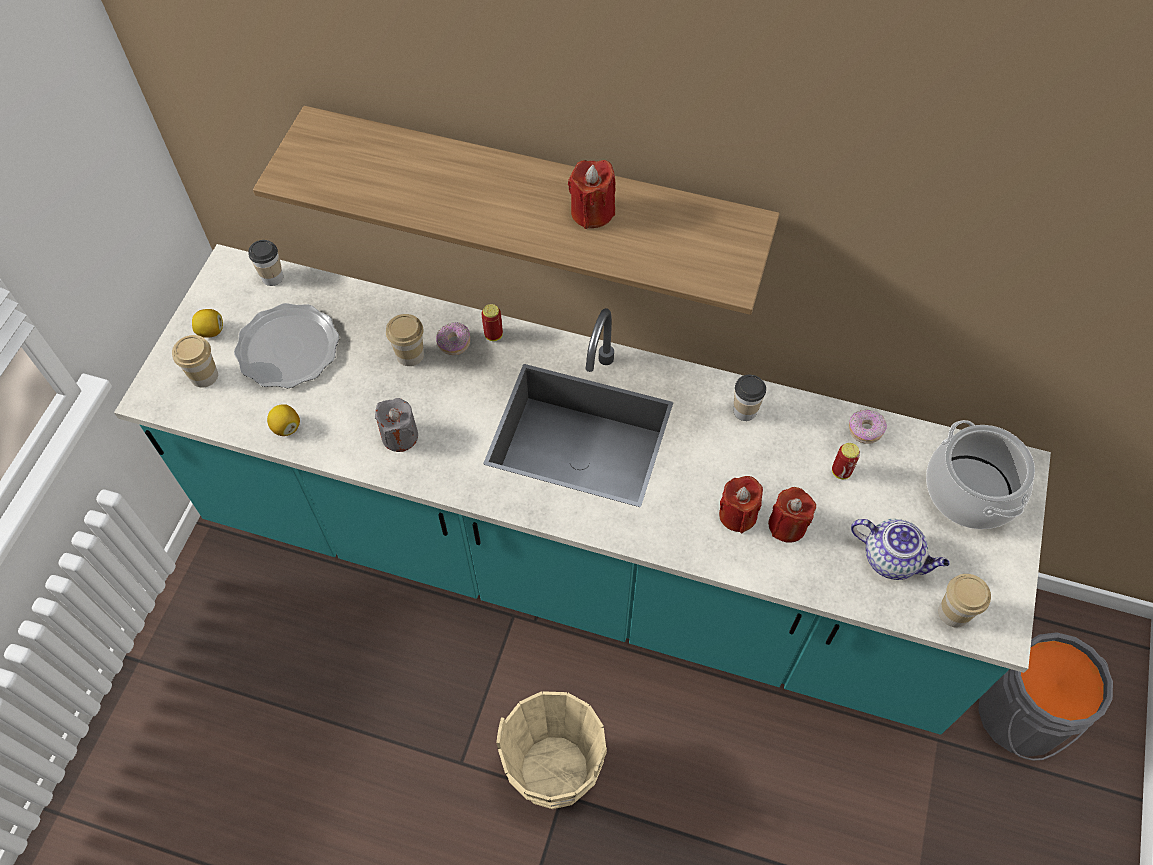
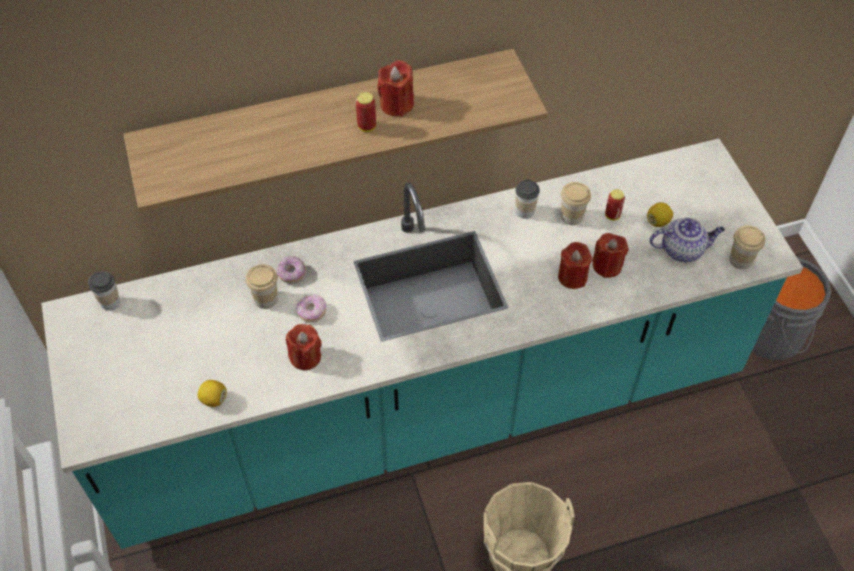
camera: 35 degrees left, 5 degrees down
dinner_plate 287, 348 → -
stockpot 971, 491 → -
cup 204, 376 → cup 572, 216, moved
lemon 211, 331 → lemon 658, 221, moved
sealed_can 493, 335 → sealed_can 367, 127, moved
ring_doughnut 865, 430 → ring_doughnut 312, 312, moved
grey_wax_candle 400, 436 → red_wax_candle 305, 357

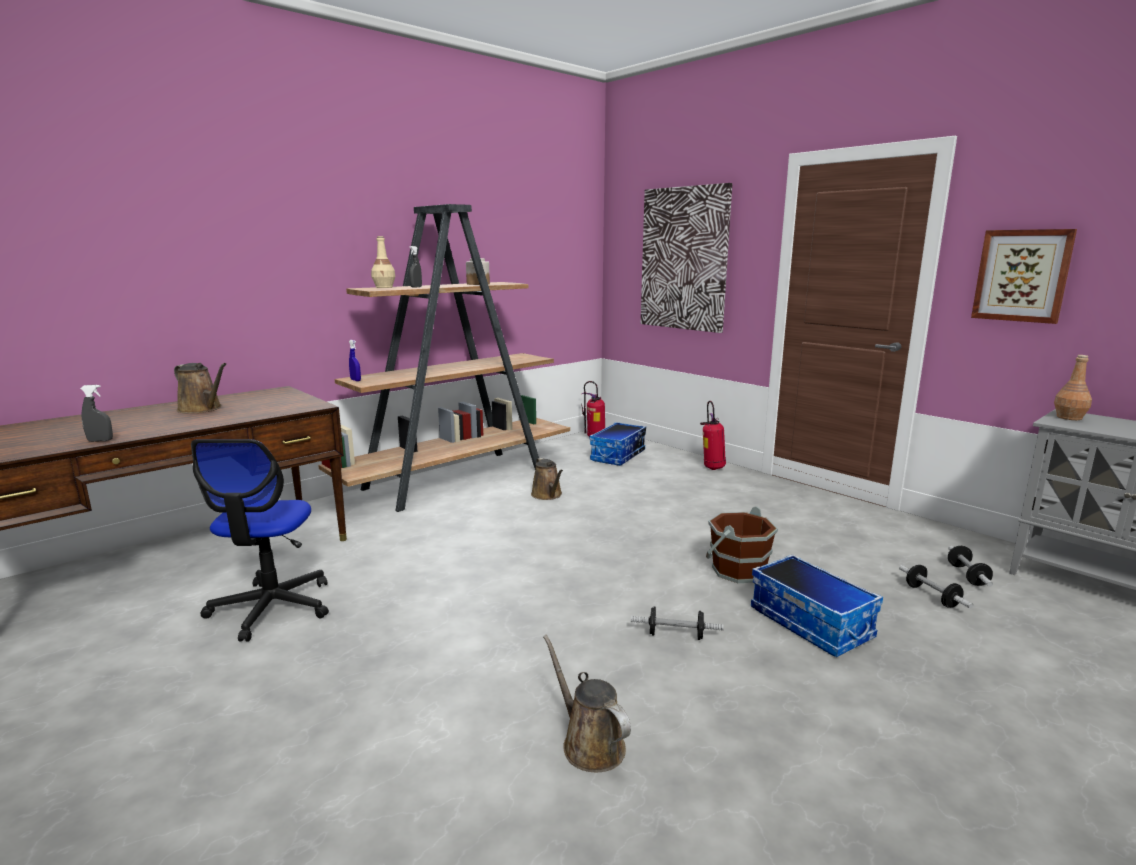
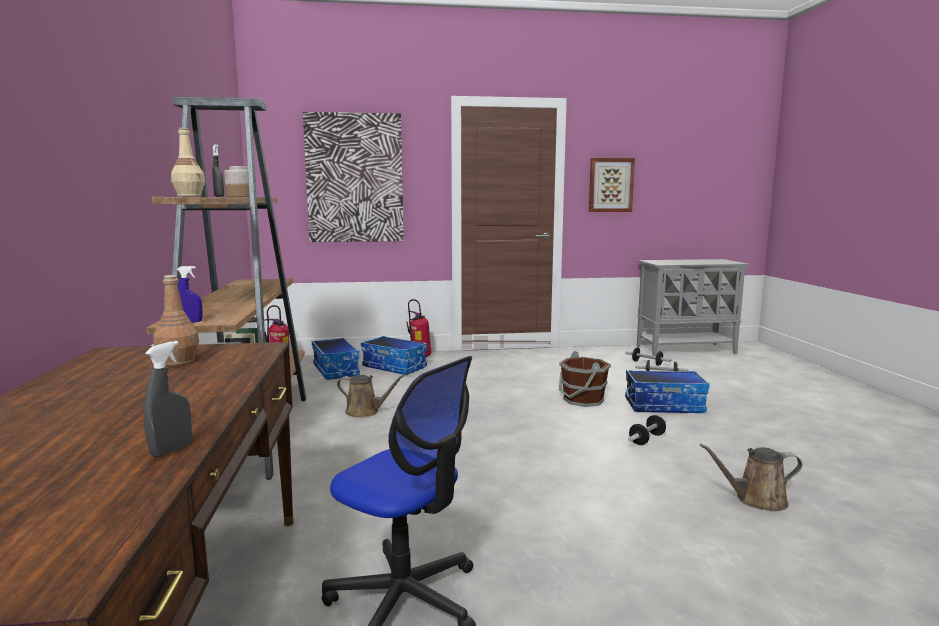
camera: 55 degrees left, 5 degrees down
brown_sprinkling_can 202, 409 → -
- → storage_container 395, 367
brown_beverage_bottle 1069, 417 → brown_beverage_bottle 178, 362, moved

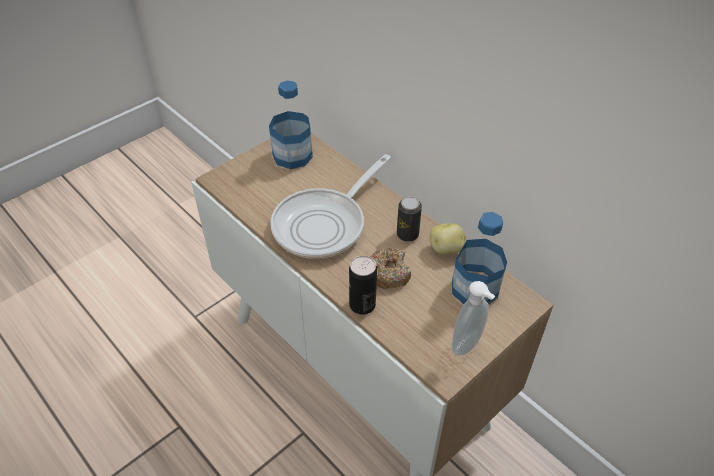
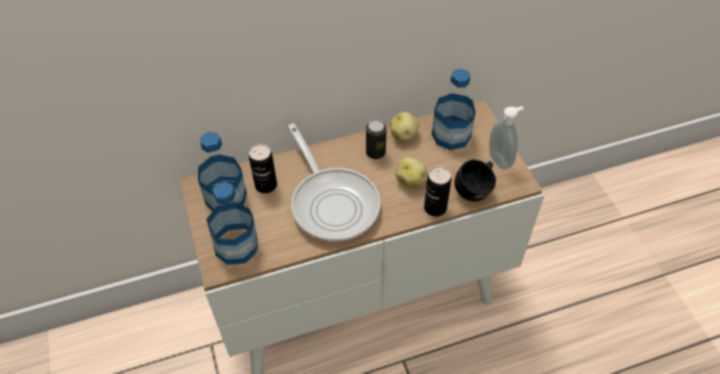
camera: 65 degrees left, 5 degrees up
- → beverage_bottle 236, 246
- → sealed_can 266, 185
- → blackish_tea_mug 476, 190
ring_doughnut 388, 273 → spud 411, 180

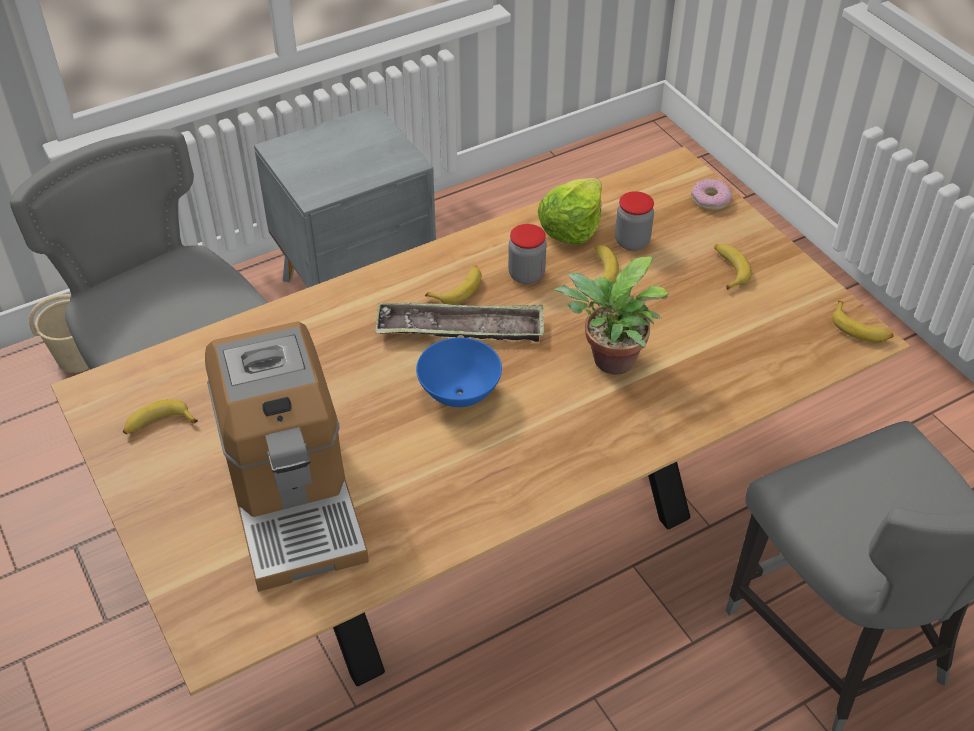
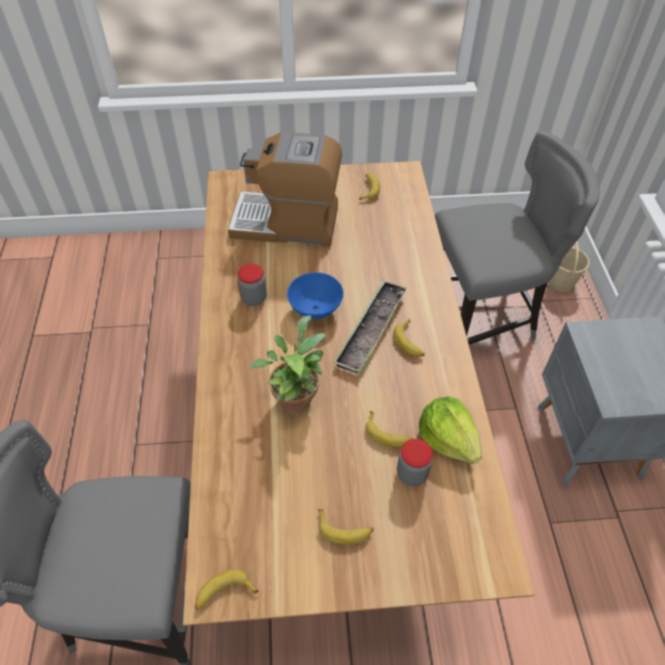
camera: 115 degrees right, 5 degrees up
ring_doughnut 710, 200 → -
storage_jar 526, 275 → storage_jar 254, 298, moved

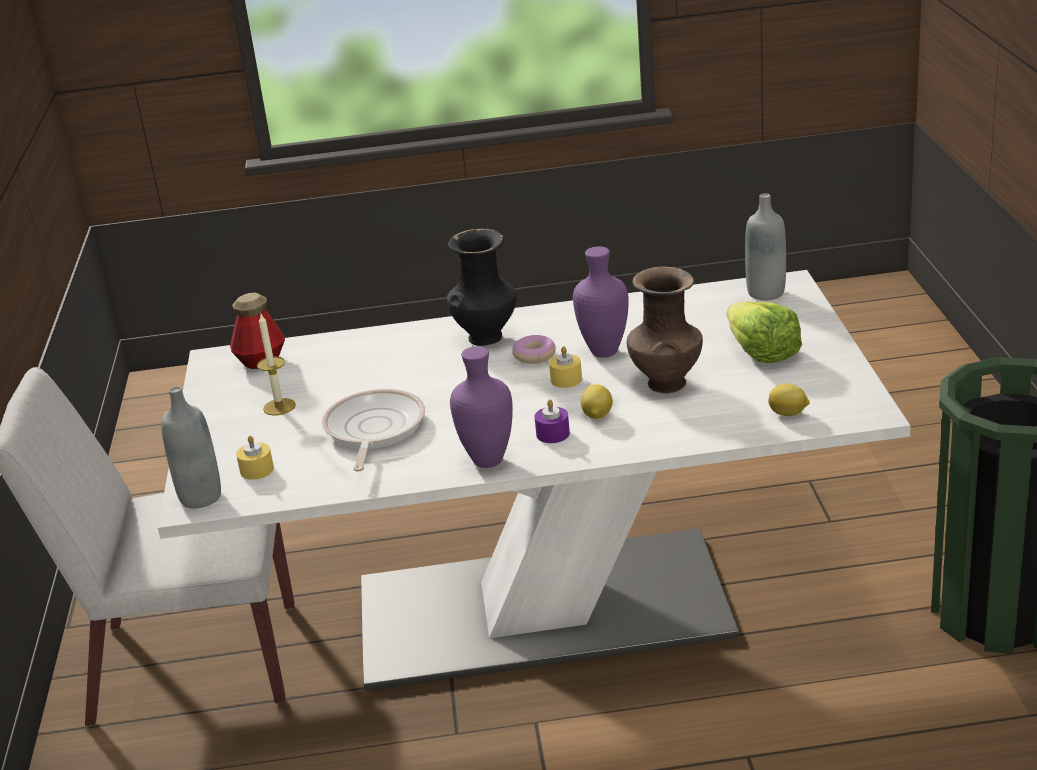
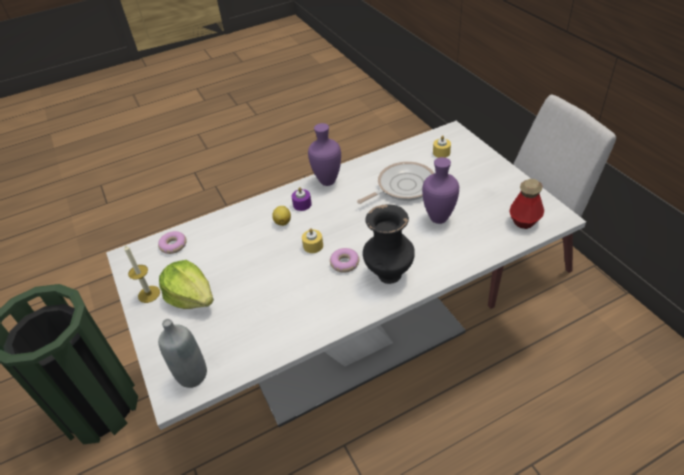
camera: 160 degrees right, 15 degrees up
grey_beverage_bottle 200, 497 → -
brown_decorative_vase 666, 383 → -
wax_candle 279, 407 → wax_candle 149, 294, moved
purplish_decorative_vase 604, 351 → purplish_decorative_vase 439, 219, moved
lemon 788, 414 → ring_doughnut 173, 245
frying_pan 373, 430 → frying_pan 403, 186, 105 degrees counterclockwise

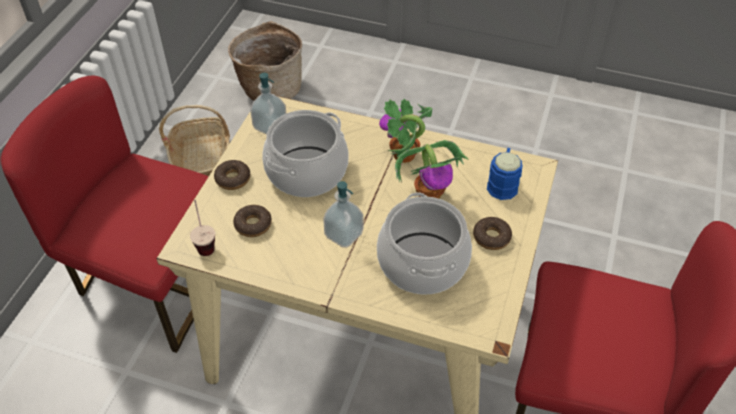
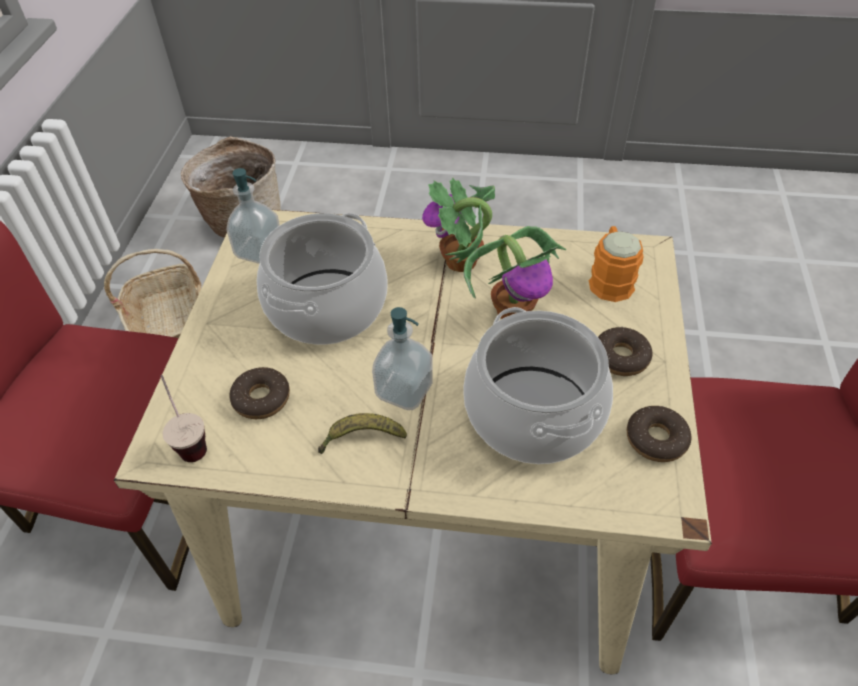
camera: 10 degrees left, 0 degrees up
- → whole_banana 361, 439
ring_doughnut 233, 179 → ring_doughnut 656, 439, moved
blue_tea_mug 503, 183 → orangey_tea_mug 610, 278

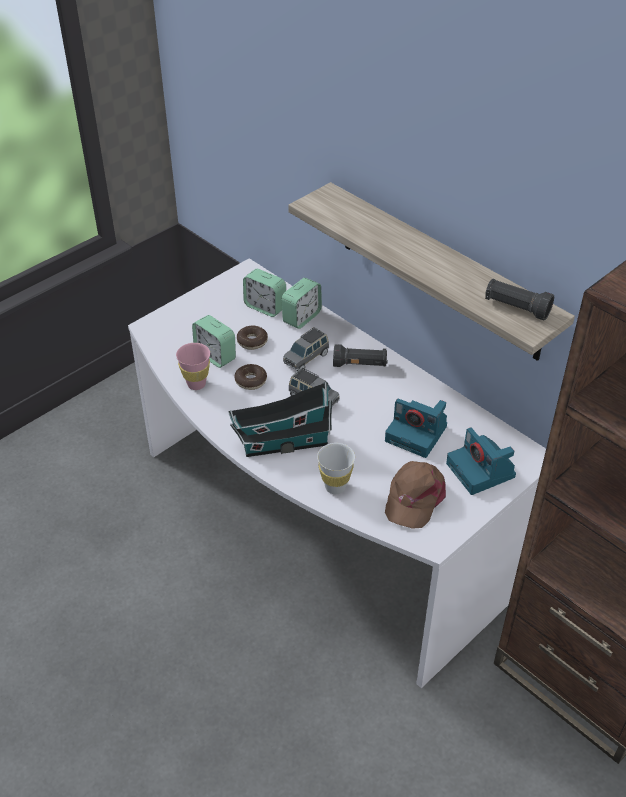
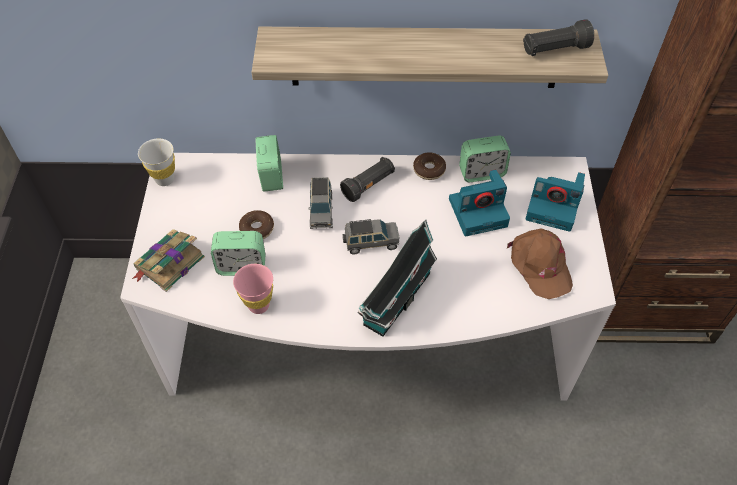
camera: 45 degrees left, 10 degrees up
- → book 168, 264
ring_doughnut 250, 381 → ring_doughnut 429, 170, moved
bedside_clock 265, 307 → bedside_clock 481, 172, moved
white_cup 335, 487 → white_cup 165, 179, moved

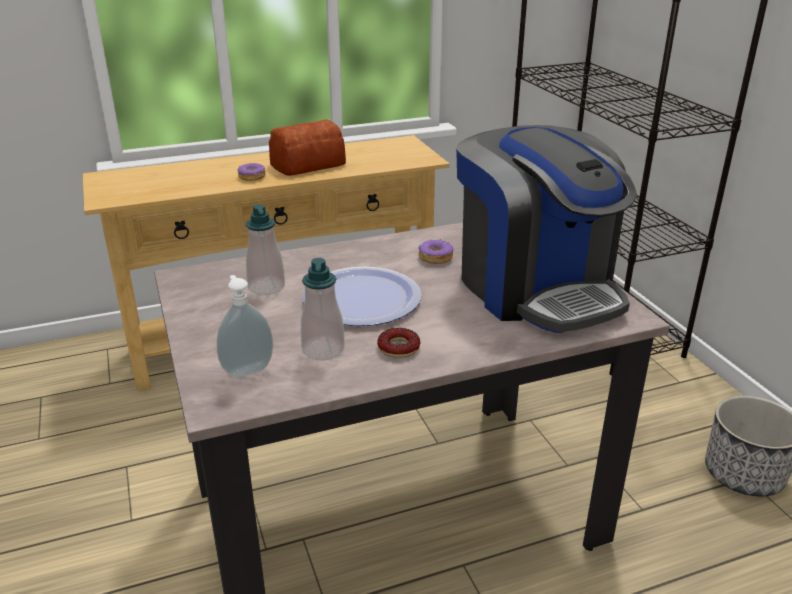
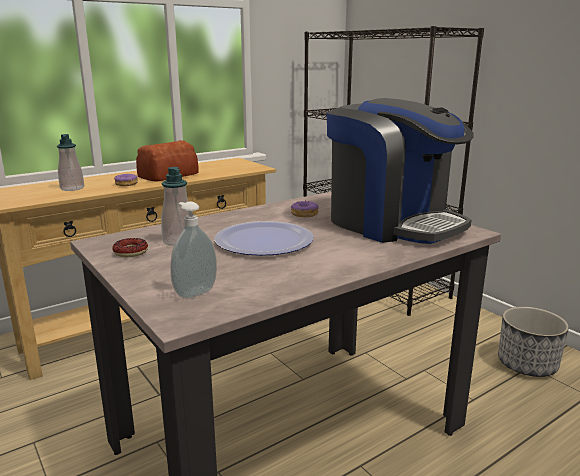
camera: 15 degrees left, 10 degrees down
soap_dispenser 323, 350 → soap_dispenser 72, 188, moved
ring_doughnut 398, 348 → ring_doughnut 131, 252, moved

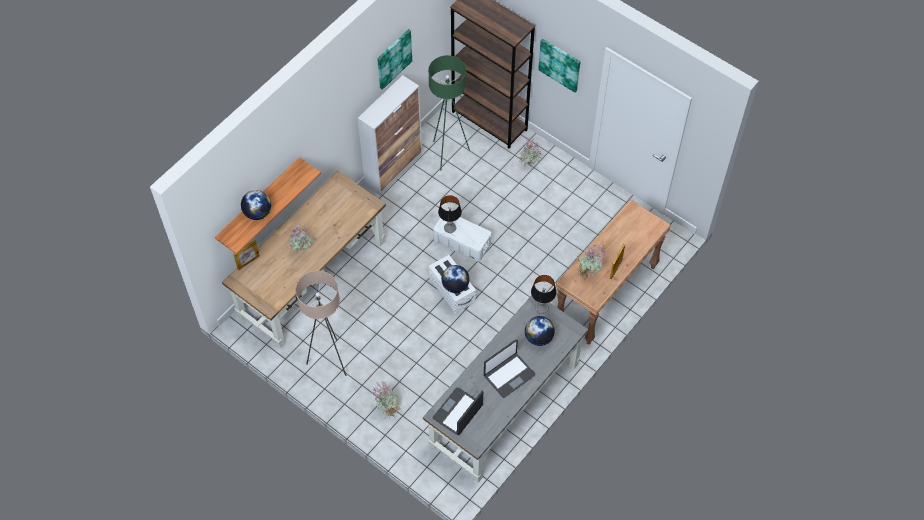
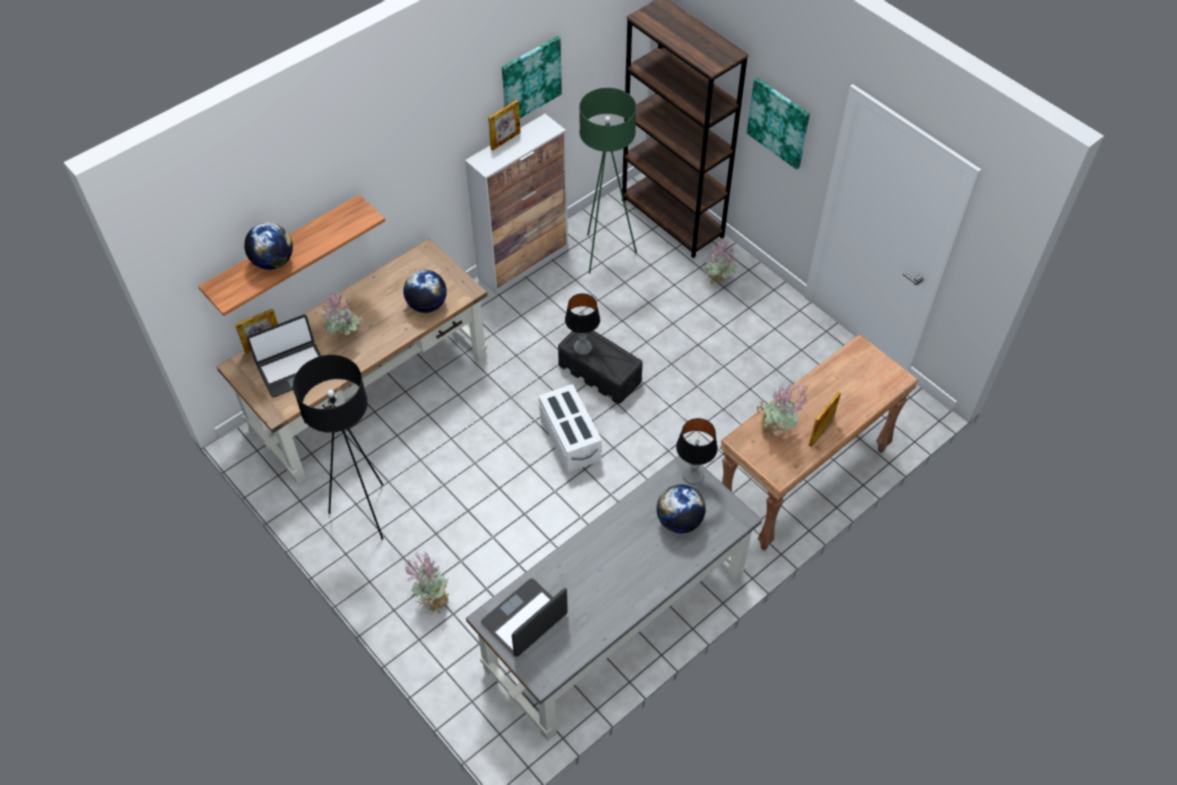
camera: 10 degrees right, 5 degrees down
- → photo_frame 505, 140
desk_globe 455, 285 → desk_globe 427, 305, moved
laptop 509, 375 → laptop 293, 369, moved
beige-coloured_floor_lamp 329, 360 → blackish_floor_lamp 364, 512
white_storage_container 462, 242 → blackish_storage_container 600, 373

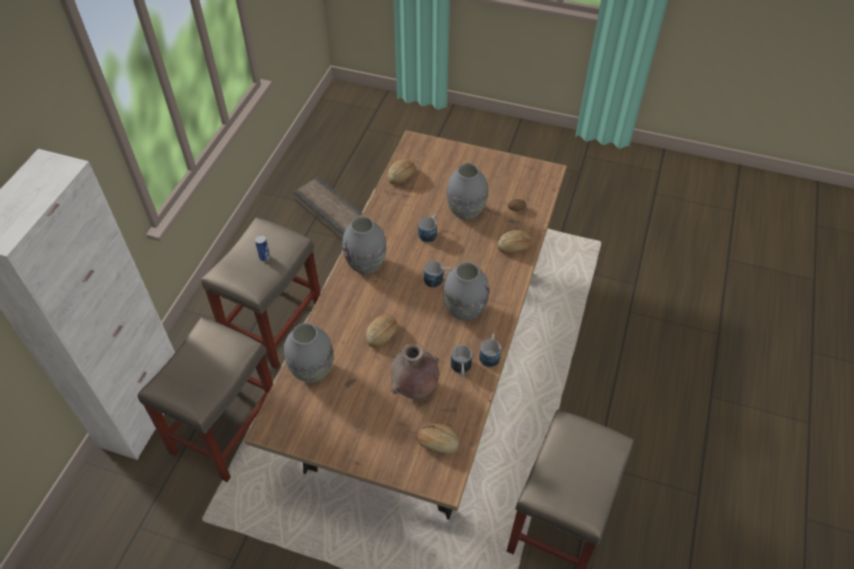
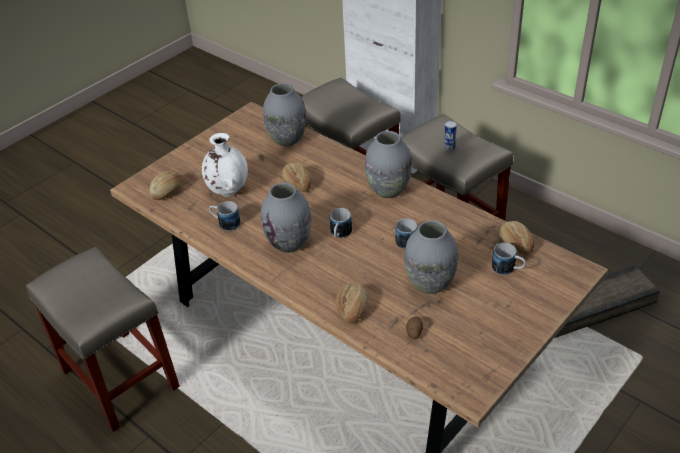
camera: 115 degrees right, 10 degrees down
tea_mug 490, 355 → tea_mug 508, 269, moved
brown_decorative_vase 415, 388 → white_decorative_vase 228, 191

